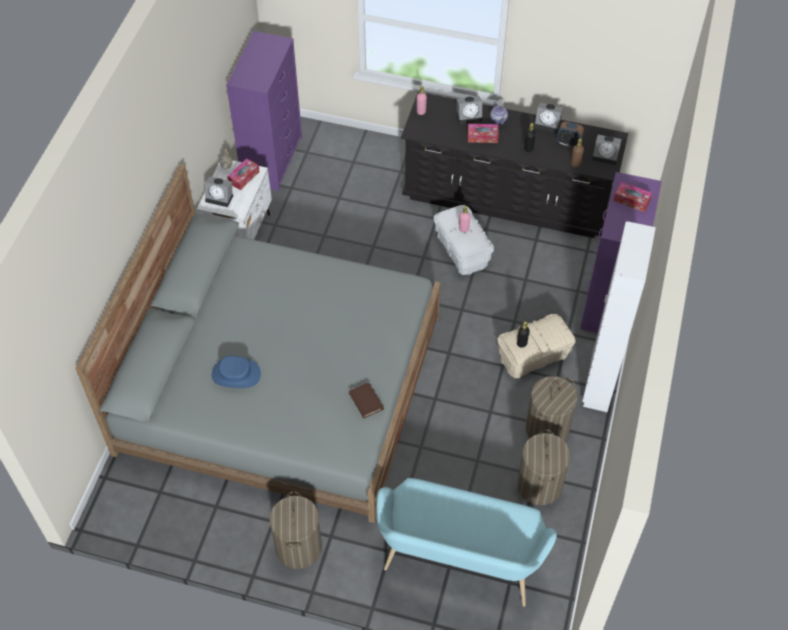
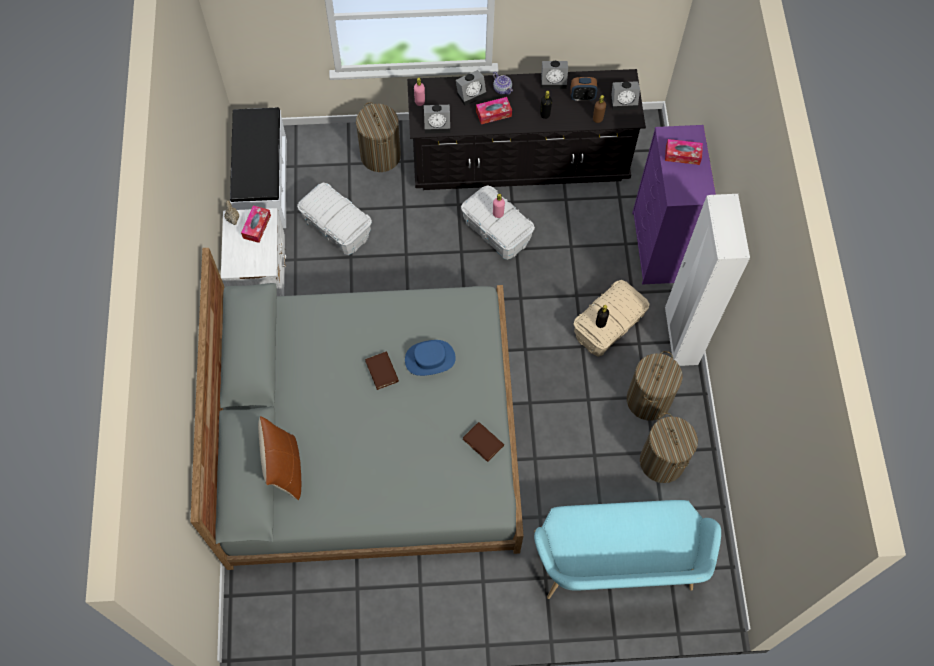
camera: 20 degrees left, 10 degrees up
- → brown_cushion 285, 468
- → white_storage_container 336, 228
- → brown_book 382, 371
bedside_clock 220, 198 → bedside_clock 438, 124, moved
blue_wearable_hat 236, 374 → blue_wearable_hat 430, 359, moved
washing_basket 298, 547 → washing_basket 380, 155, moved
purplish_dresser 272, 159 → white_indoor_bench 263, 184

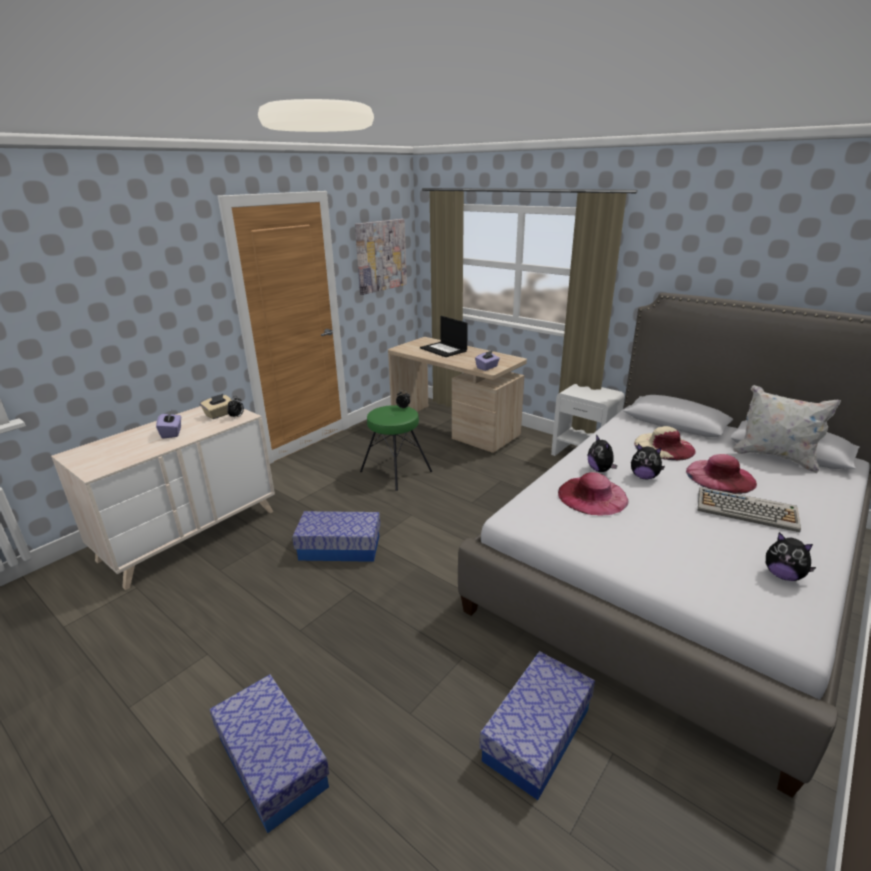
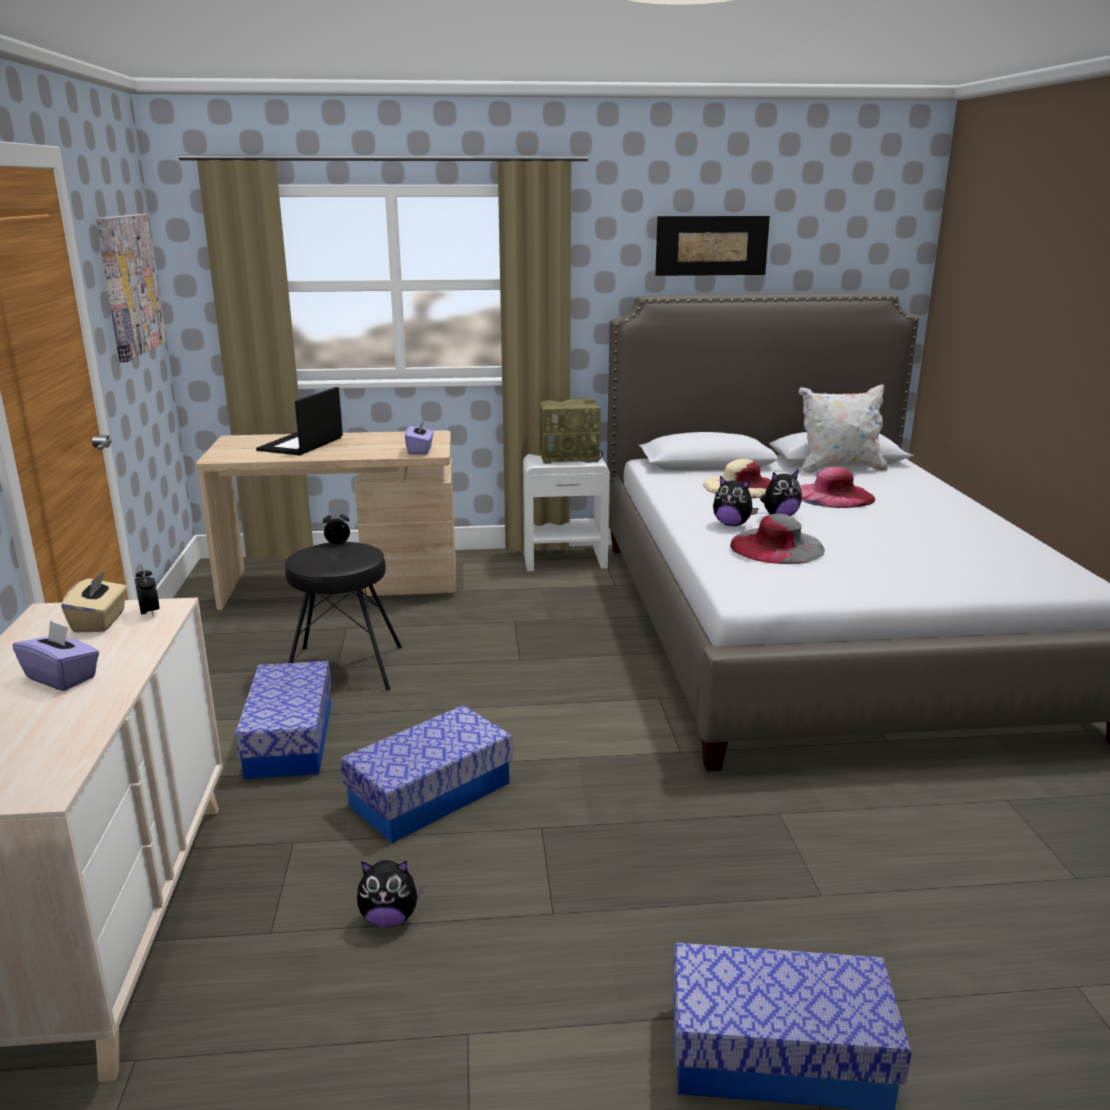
camera: 45 degrees left, 5 degrees down
PC_keyboard 747, 510 → -
- → radio_set 569, 456
- → picture 711, 245
storage_container 537, 735 → storage_container 290, 740, moved
plush_toy 783, 575 → plush_toy 389, 918, moved
green_stool 395, 472 → blackish_stool 344, 669
pink_wearable_hat 592, 496 → grey_wearable_hat 777, 546
laptop 444, 350 → laptop 301, 444, 105 degrees clockwise

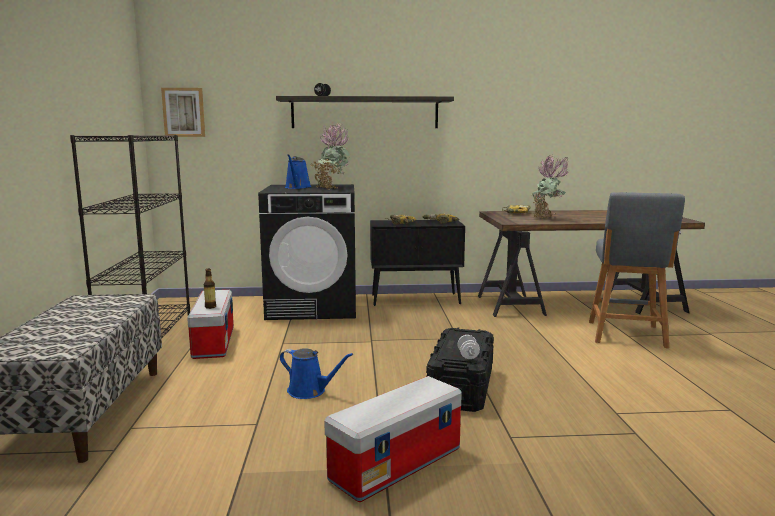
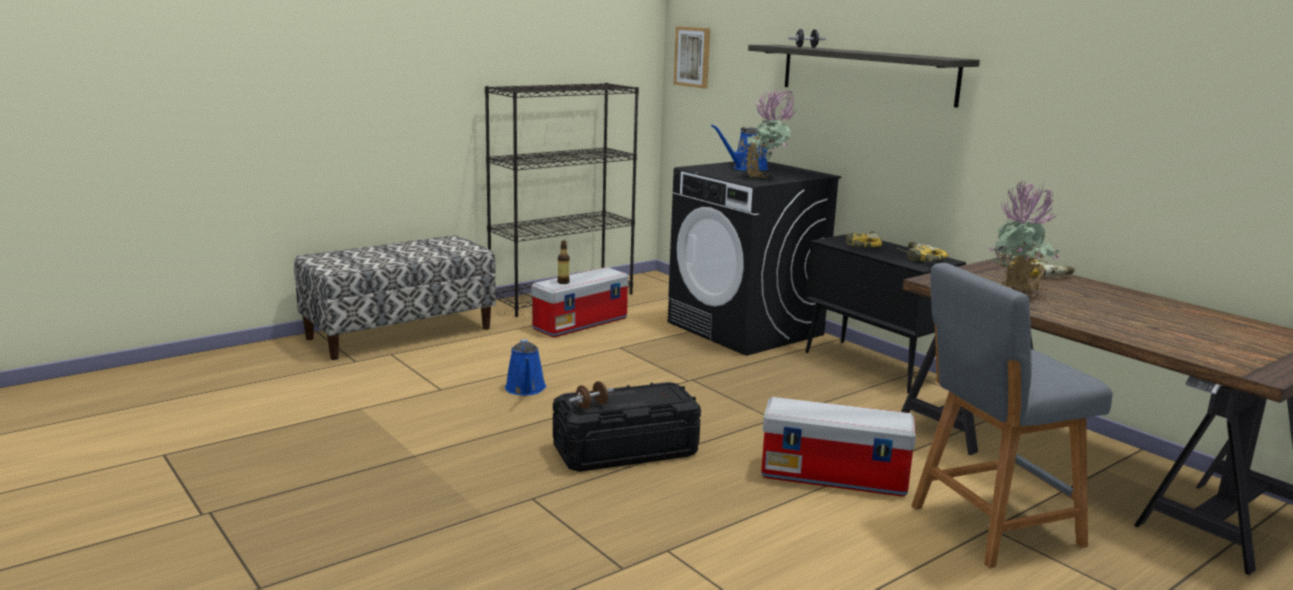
camera: 55 degrees right, 5 degrees up
storage_container 397, 464 → storage_container 835, 477, moved
white_free_weight 468, 356 → brown_free_weight 591, 406

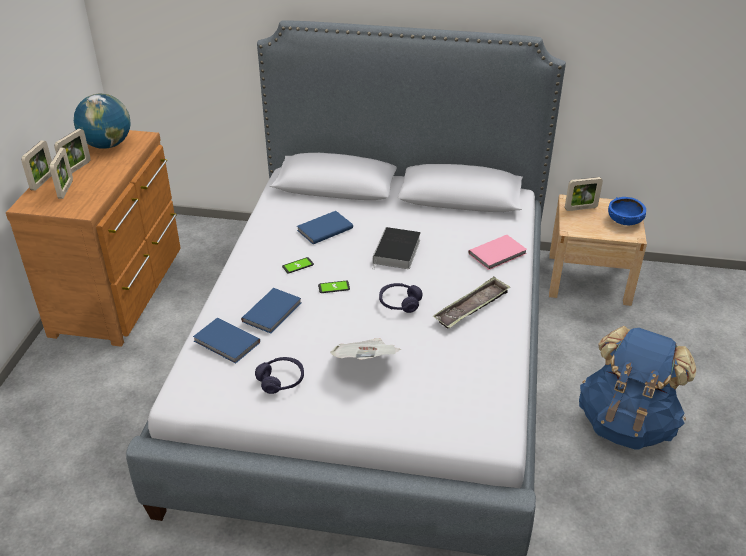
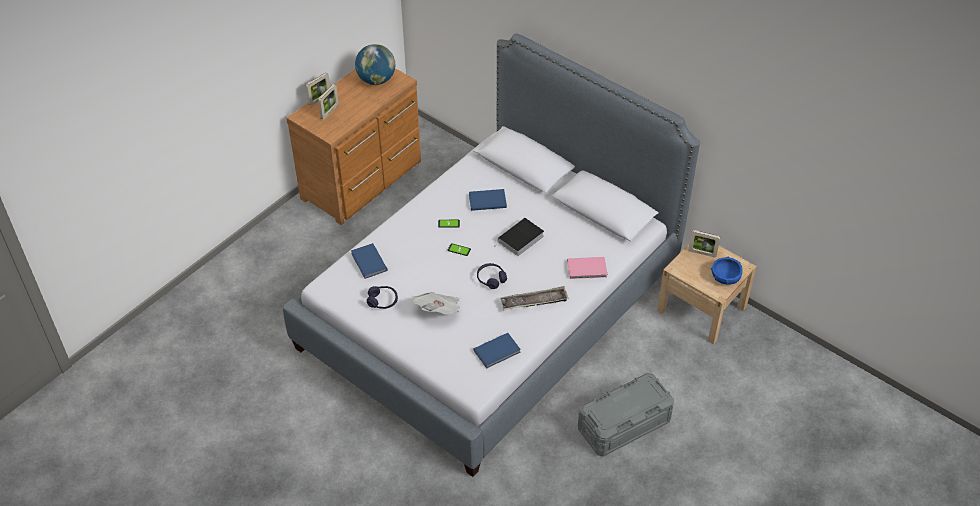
camera: 30 degrees right, 10 degrees up
photo_frame 76, 168 → -
blue_book 273, 312 → blue_book 498, 352, moved
blue_knapsack 626, 423 → grey_storage_container 624, 424

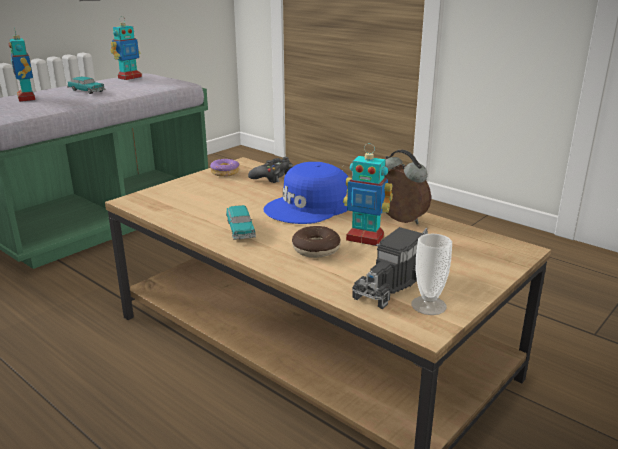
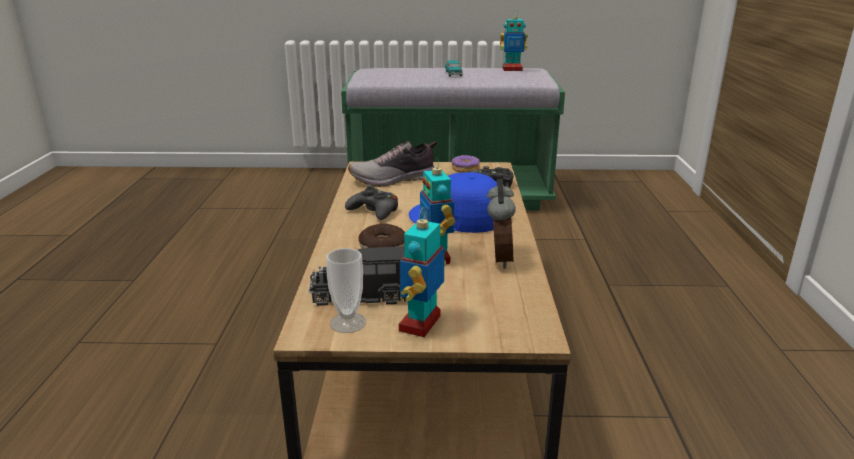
camera: 50 degrees right, 0 degrees up
- → shoe 394, 179
robot_figure 27, 98 → robot_figure 421, 324, moved
model_car 240, 229 → blackish_joypad 374, 211

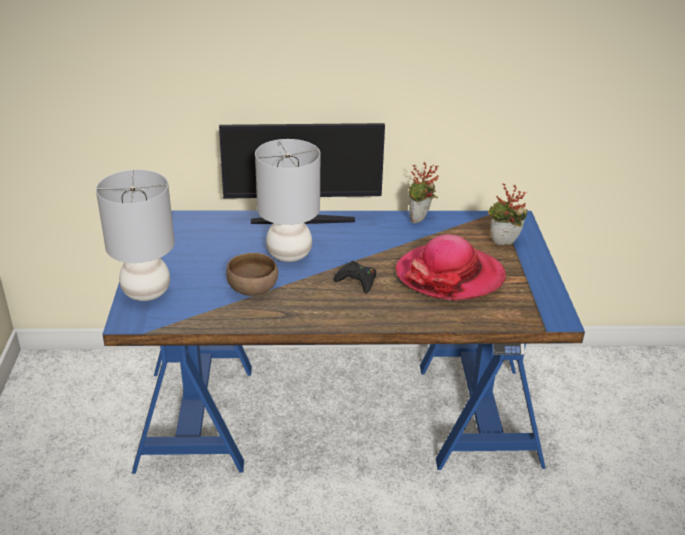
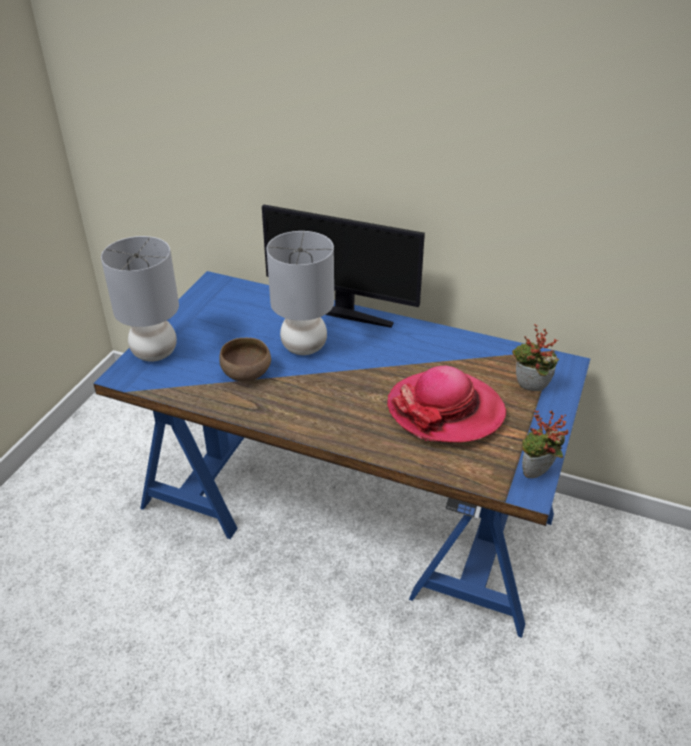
camera: 25 degrees right, 5 degrees up
blackish_joypad 357, 281 → -
houseplant 420, 220 → houseplant 537, 475, moved

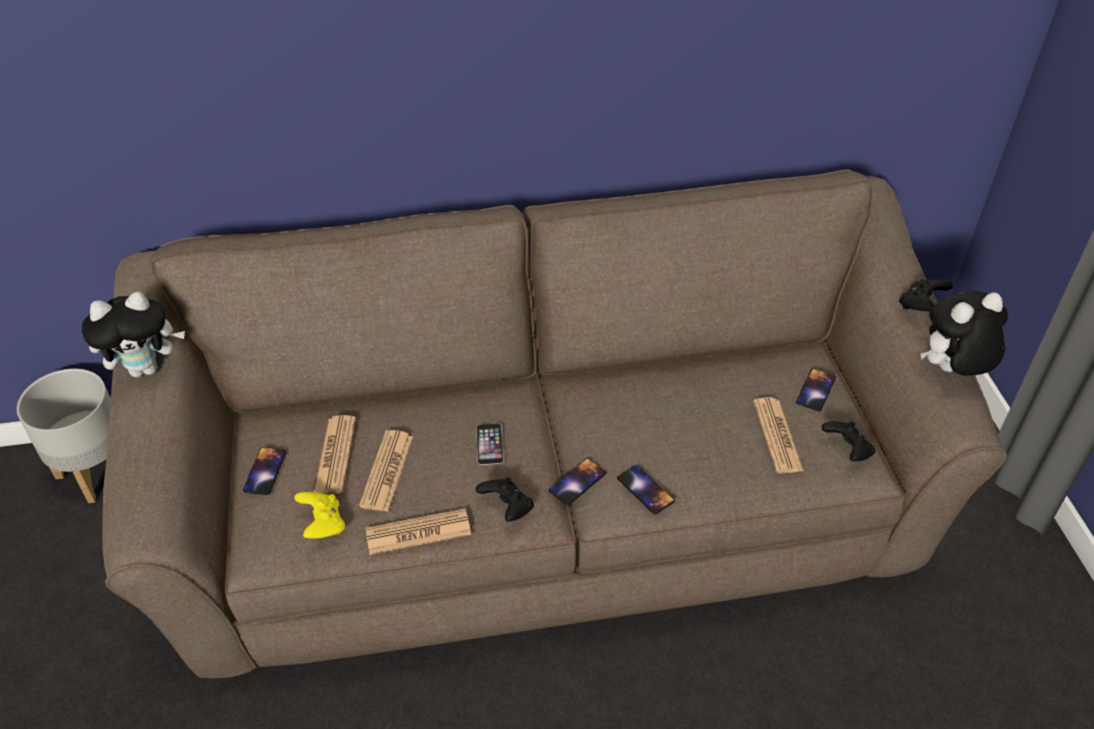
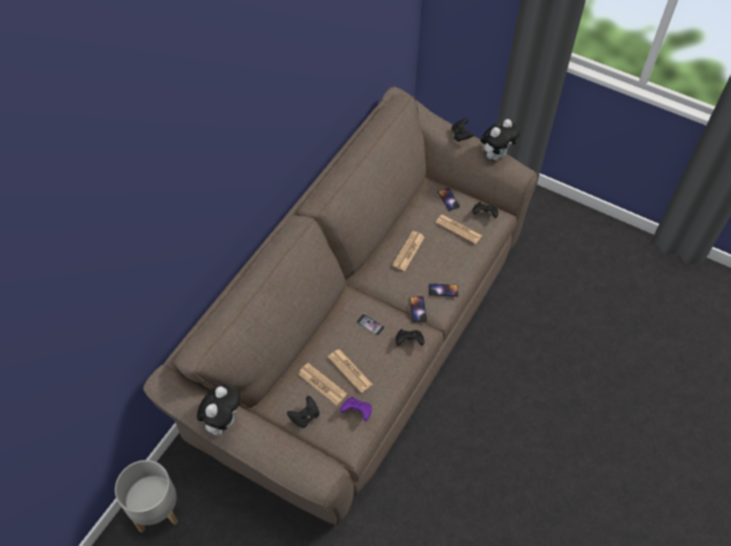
camera: 50 degrees left, 10 degrees up
newspaper 418, 532 → newspaper 408, 251, moved
handset 265, 471 → blackish_joypad 305, 416
yellowish_joypad 323, 525 → purplish_joypad 357, 412
plush_toy 951, 372 → plush_toy 496, 155, 150 degrees counterclockwise

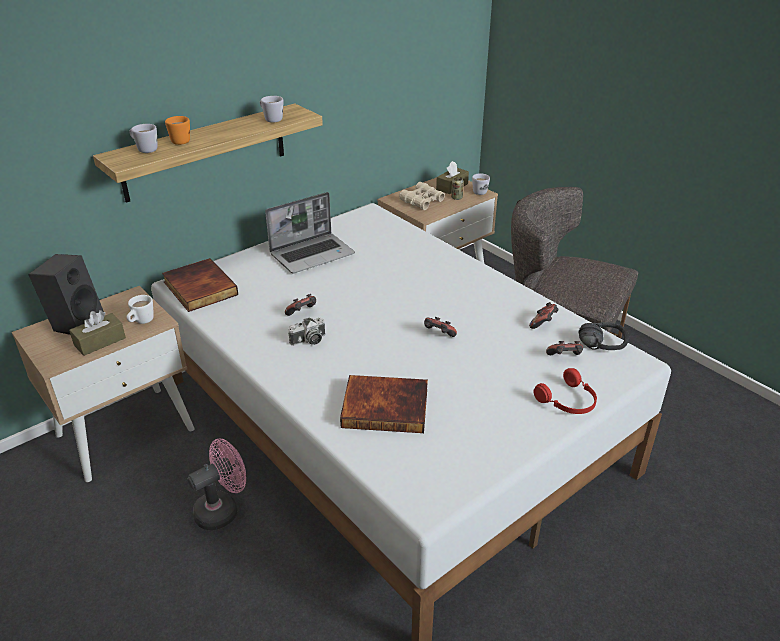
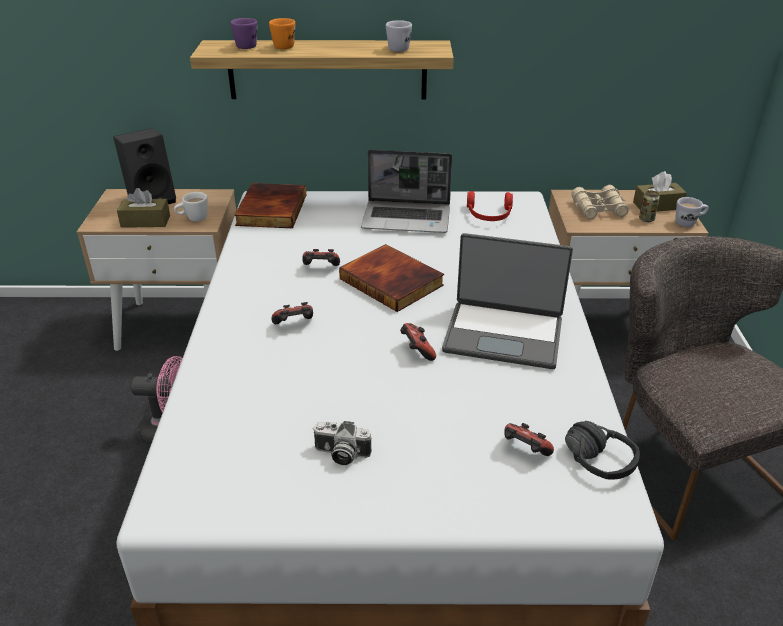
camera: 40 degrees right, 0 degrees up
- → laptop 503, 334
photo_camera 308, 341 → photo_camera 341, 454, moved
book 386, 407 → book 393, 281, moved
joypad 543, 324 → joypad 294, 325, moved
red_headset 568, 401 → red_headset 489, 215, moved
white_tea_mug 144, 149 → purplish_tea_mug 245, 45

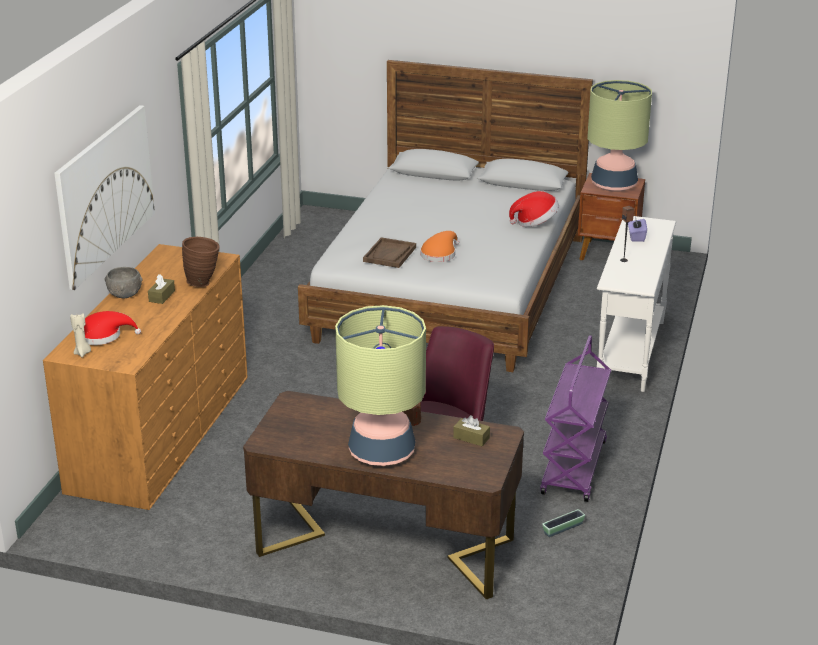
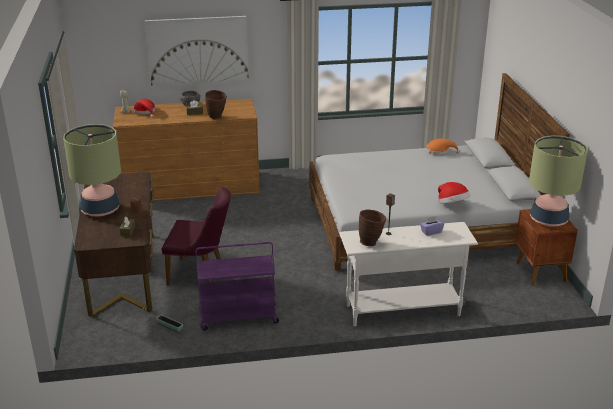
camera: 65 degrees right, 0 degrees up
brown_carrying_tray 390, 254 → -
- → brown_decorative_vase 371, 242
orangey_wearable_hat 439, 254 → orangey_wearable_hat 439, 151, moved

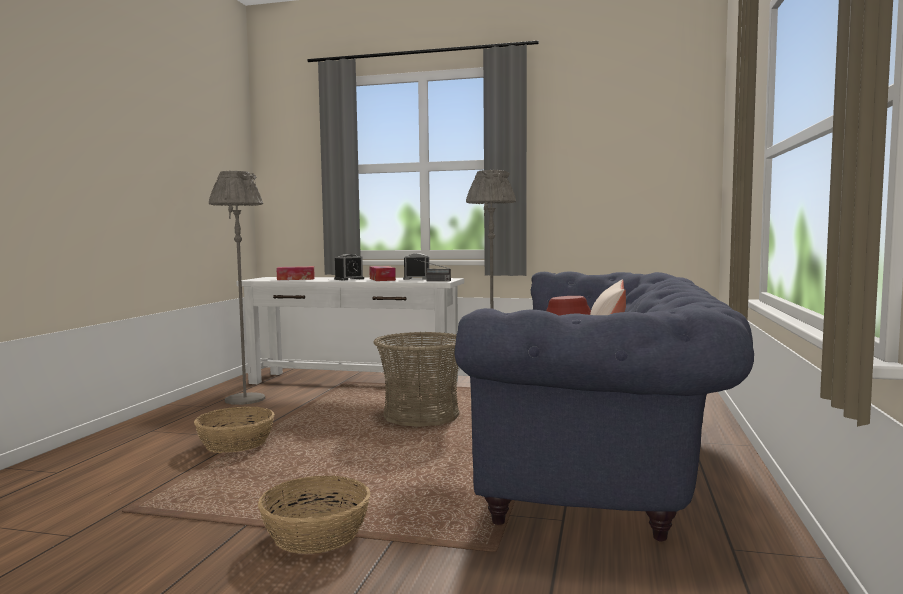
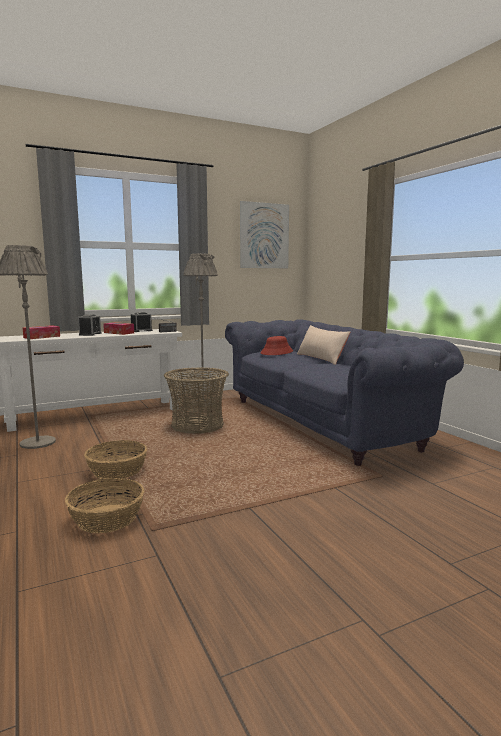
camera: 40 degrees left, 5 degrees up
- → picture 264, 236
basket 315, 534 → basket 107, 519, moved

